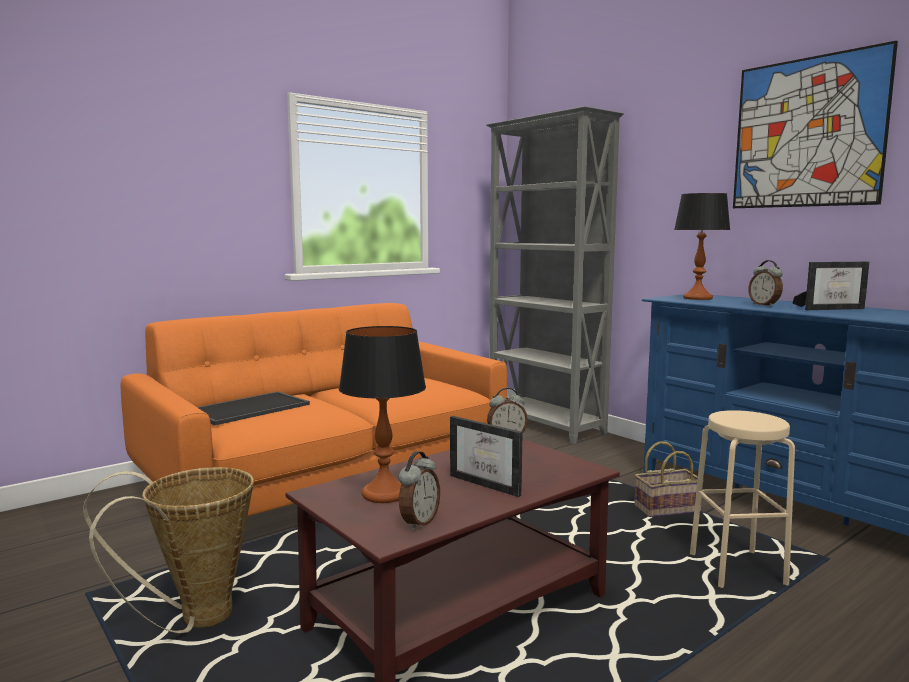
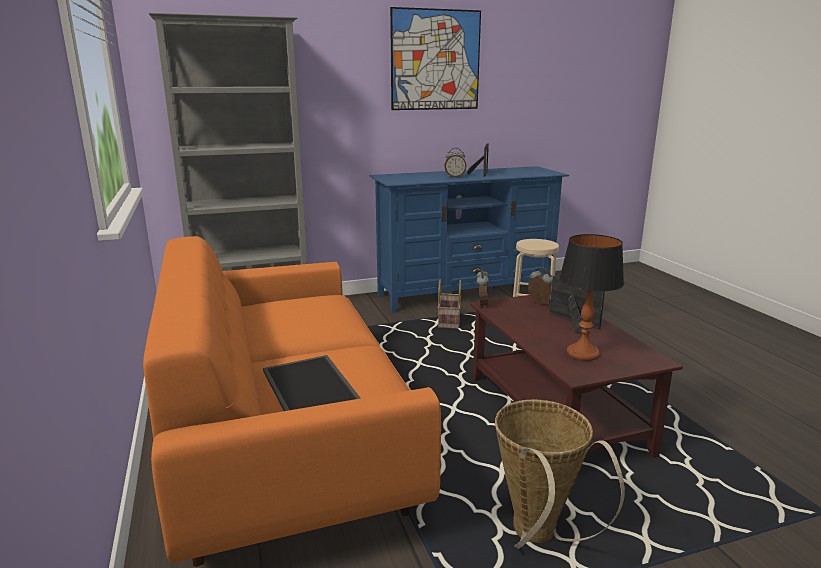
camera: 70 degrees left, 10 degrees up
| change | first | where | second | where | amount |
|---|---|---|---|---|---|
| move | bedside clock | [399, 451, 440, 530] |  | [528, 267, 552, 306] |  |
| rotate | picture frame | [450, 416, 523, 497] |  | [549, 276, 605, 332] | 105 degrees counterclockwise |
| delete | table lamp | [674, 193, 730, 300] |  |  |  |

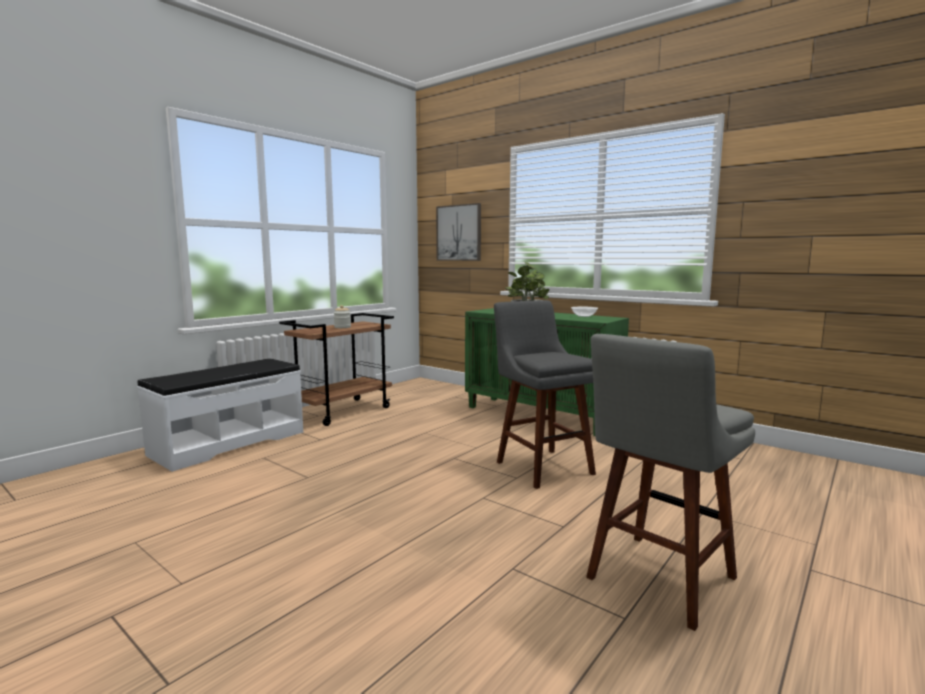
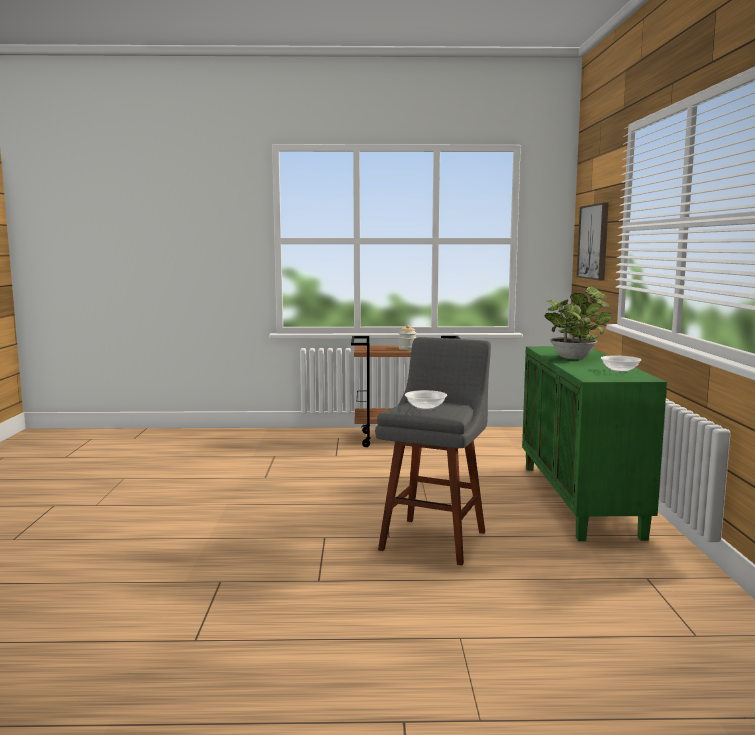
camera: 50 degrees right, 0 degrees up
| change | first | where | second | where | amount |
|---|---|---|---|---|---|
| delete | white-coloured long seat | [137, 359, 303, 472] |  |  |  |
| delete | gray sitting stool | [586, 334, 755, 631] |  |  |  |
| insert |  |  | serving bowl | [405, 390, 447, 410] |  |

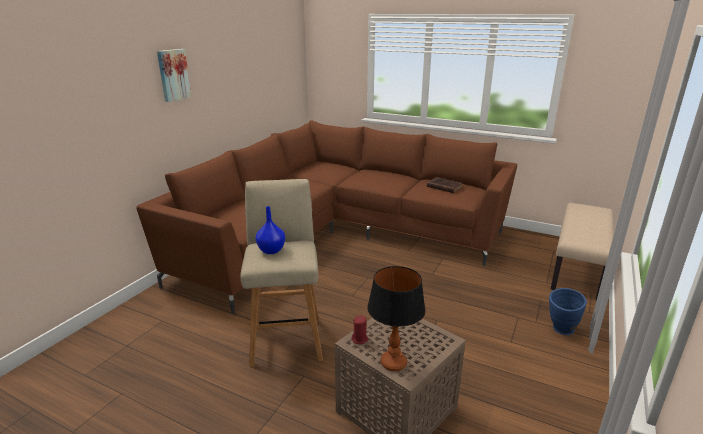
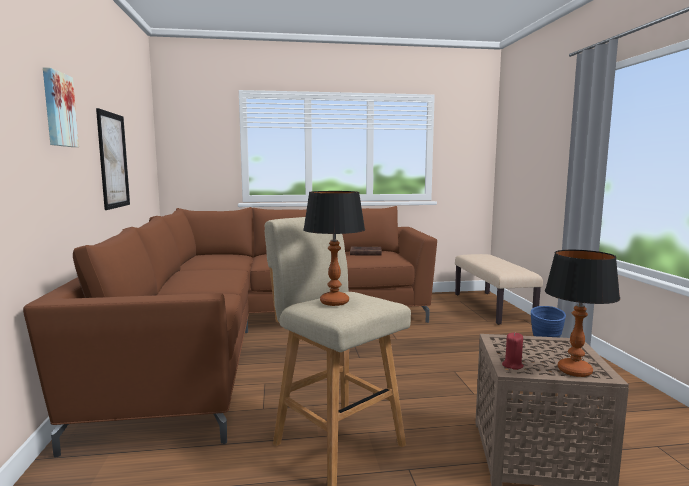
camera: 35 degrees left, 15 degrees down
| change | first | where | second | where | amount |
|---|---|---|---|---|---|
| replace | blue-coloured decorative vase | [256, 206, 285, 254] | table lamp | [303, 191, 365, 306] |  |
| insert |  |  | picture | [96, 108, 130, 210] |  |

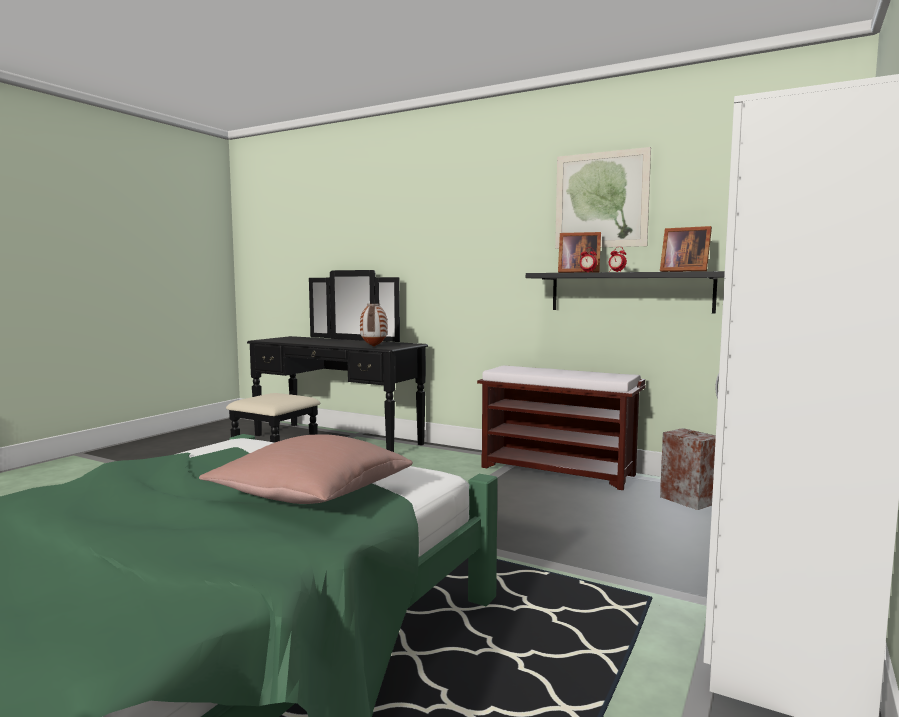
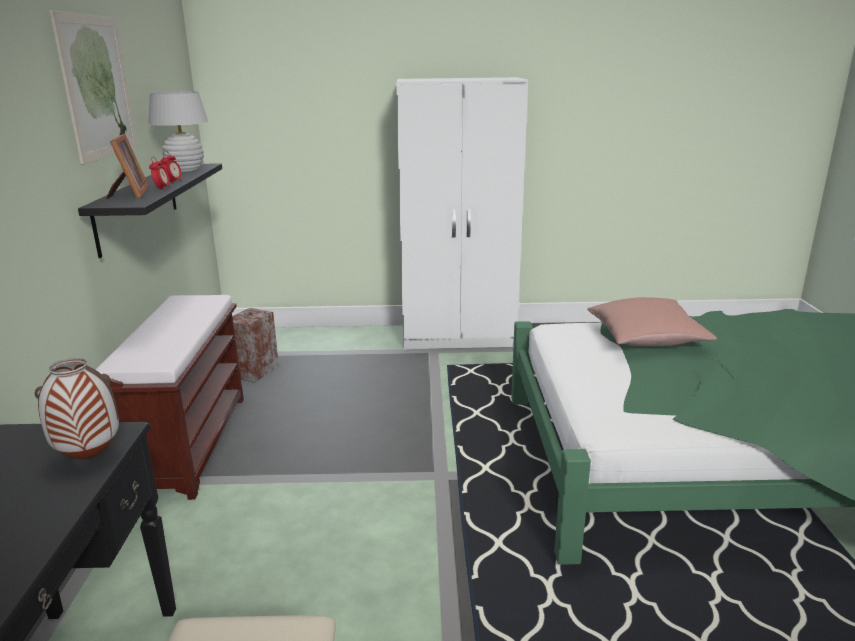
camera: 120 degrees left, 15 degrees up
| change | first | where | second | where | amount |
|---|---|---|---|---|---|
| replace | picture frame | [660, 226, 712, 272] | white-coloured table lamp | [148, 91, 209, 172] |  |

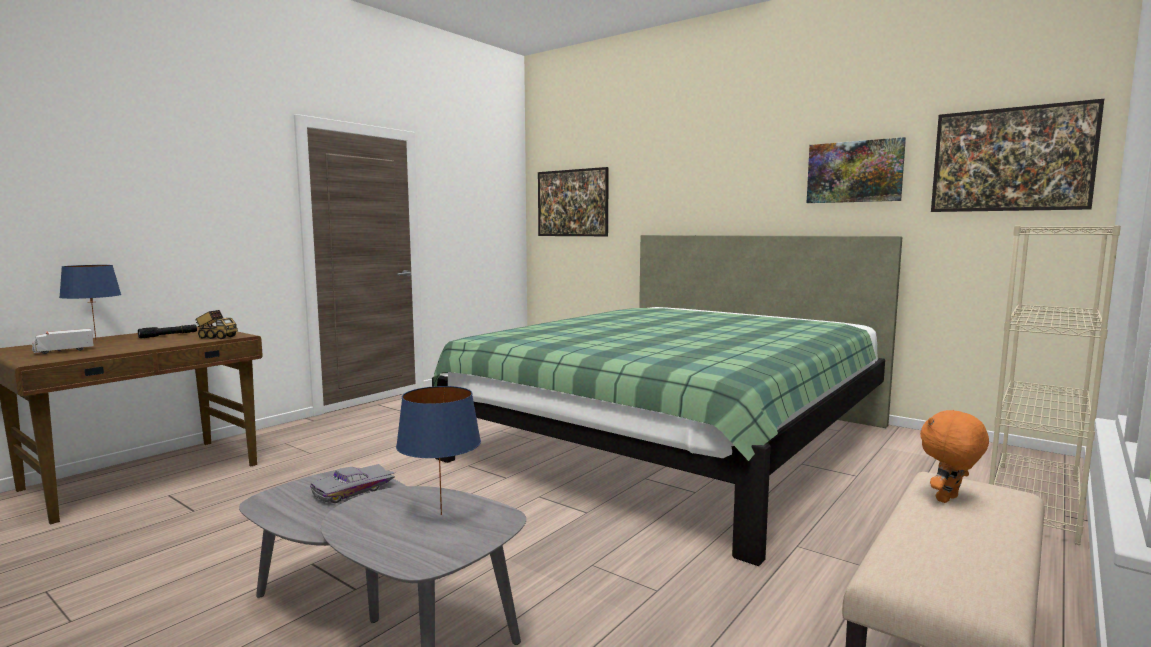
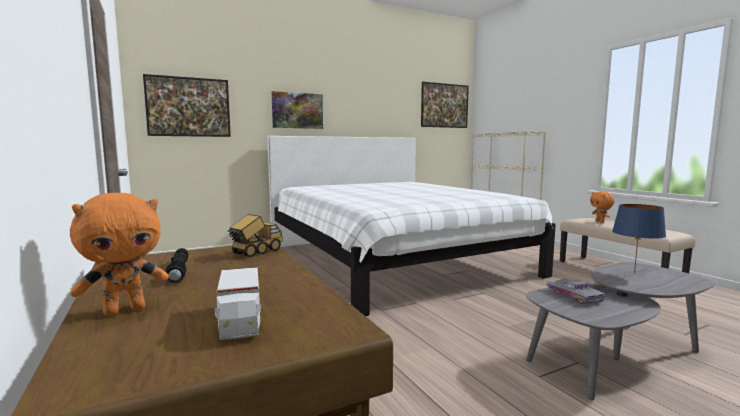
camera: 65 degrees left, 0 degrees up
| change | first | where | second | where | amount |
|---|---|---|---|---|---|
| replace | blue-coloured table lamp | [59, 265, 121, 340] | orange-coloured plush toy | [70, 193, 169, 316] |  |
| recolor | green bed | [432, 235, 902, 566] | white-coloured bed | [267, 136, 556, 316] |  |
| move | picture | [807, 137, 906, 203] |  | [272, 91, 323, 129] |  |

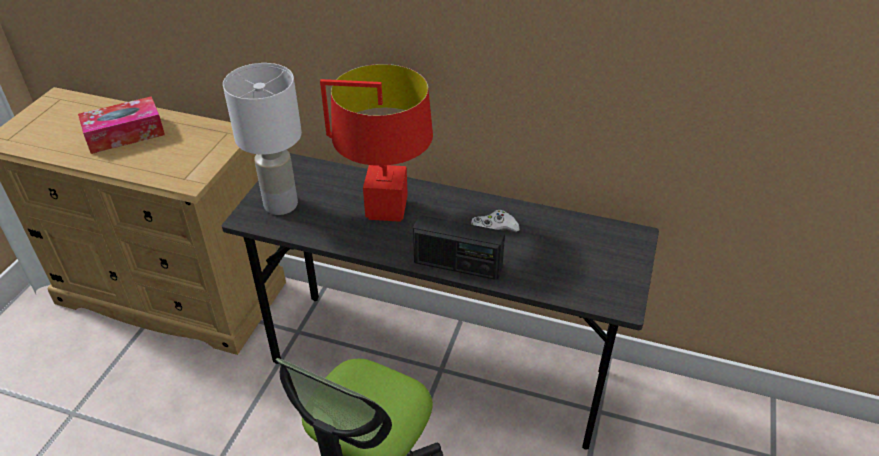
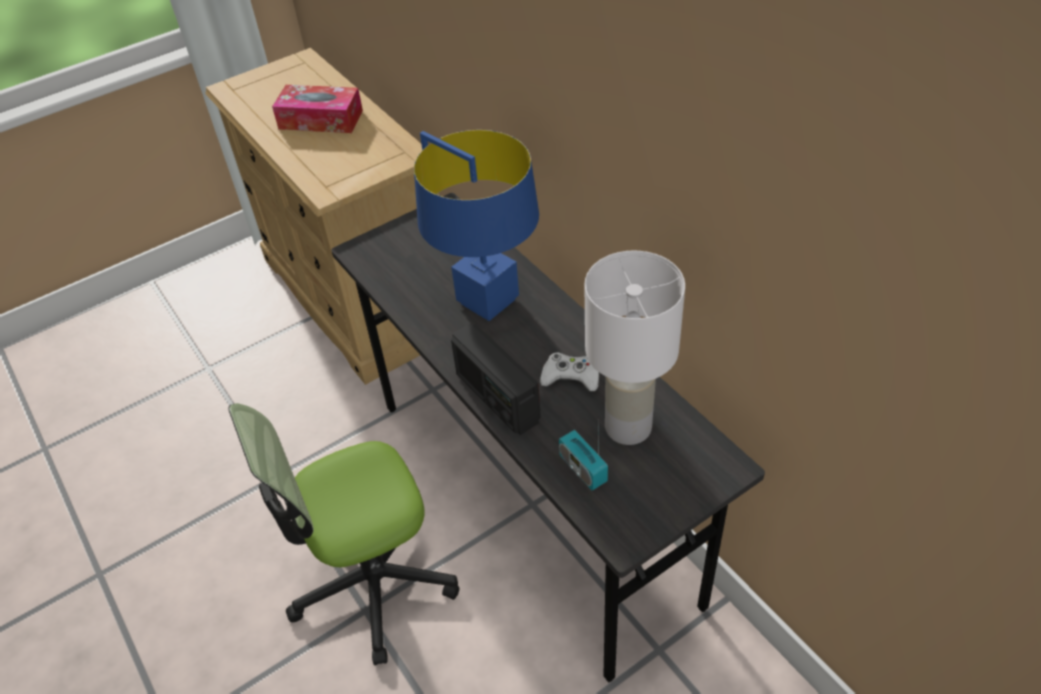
camera: 40 degrees right, 5 degrees up
| change | first | where | second | where | amount |
|---|---|---|---|---|---|
| move | white-coloured table lamp | [223, 63, 302, 215] |  | [585, 250, 685, 445] |  |
| recolor | red table lamp | [320, 64, 433, 222] | blue-coloured table lamp | [414, 130, 539, 321] |  |
| insert |  |  | radio | [559, 428, 608, 491] |  |

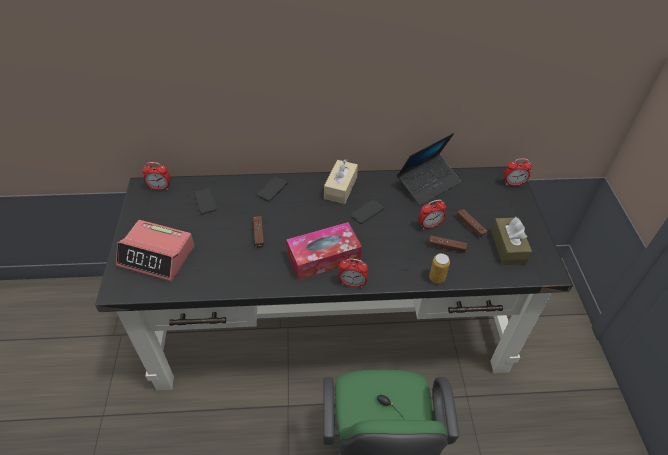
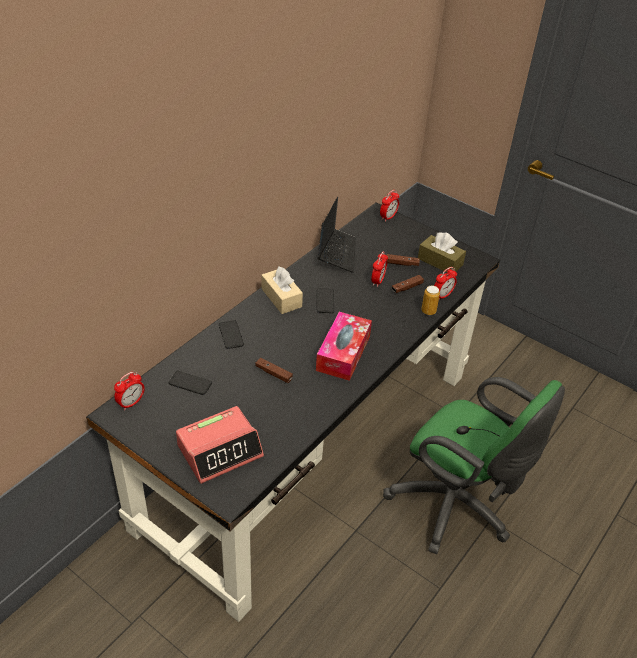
camera: 50 degrees left, 5 degrees down
| change | first | where | second | where | amount |
|---|---|---|---|---|---|
| move | bedside clock | [338, 258, 368, 287] |  | [434, 267, 457, 299] |  |

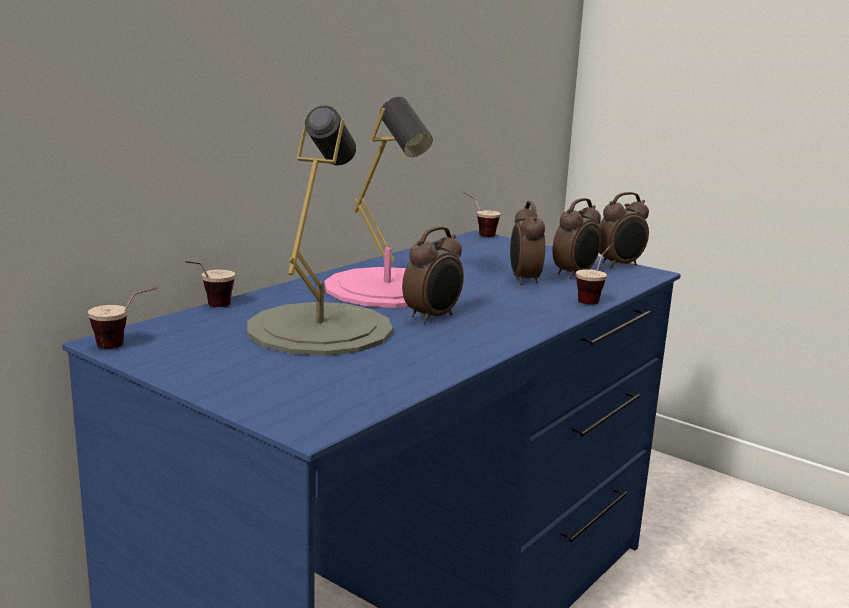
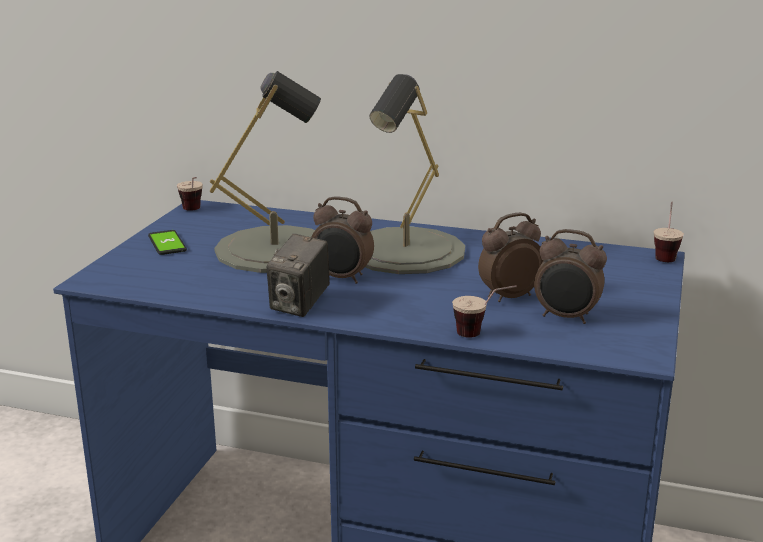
camera: 70 degrees right, 5 degrees up
| change | first | where | second | where | amount |
|---|---|---|---|---|---|
| delete | small cup | [185, 261, 235, 307] |  |  |  |
| recolor | pinkish table lamp | [324, 97, 433, 308] | gray table lamp | [365, 74, 465, 274] |  |
| delete | bedside clock | [599, 192, 649, 268] |  |  |  |
| insert |  |  | handset | [148, 230, 187, 255] |  |
| insert |  |  | still camera | [267, 233, 330, 317] |  |

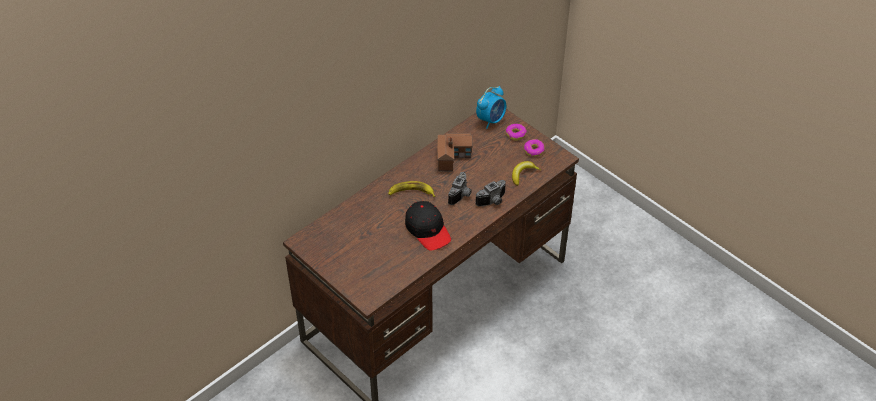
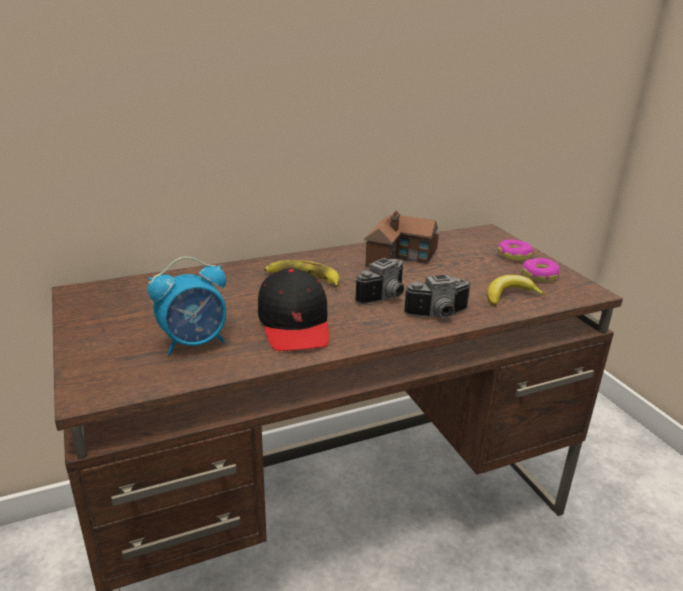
camera: 20 degrees right, 20 degrees down
| change | first | where | second | where | amount |
|---|---|---|---|---|---|
| move | bedside clock | [476, 86, 506, 129] |  | [148, 257, 226, 355] |  |

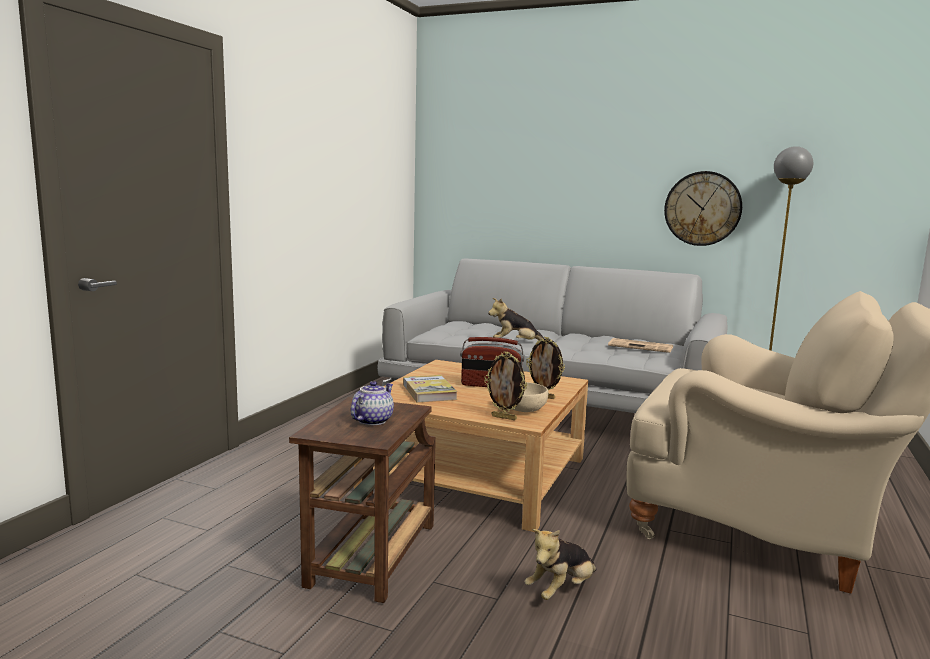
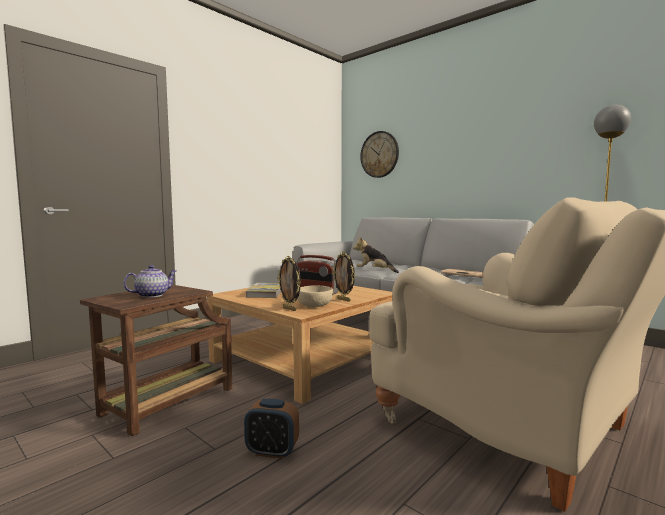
camera: 20 degrees right, 5 degrees down
| change | first | where | second | where | amount |
|---|---|---|---|---|---|
| replace | plush toy | [525, 529, 597, 600] | bedside clock | [244, 399, 299, 459] |  |
| move | hanging clock | [664, 171, 742, 246] |  | [360, 131, 399, 178] |  |

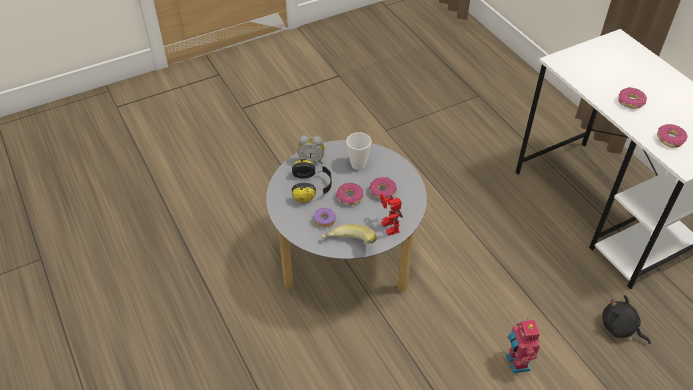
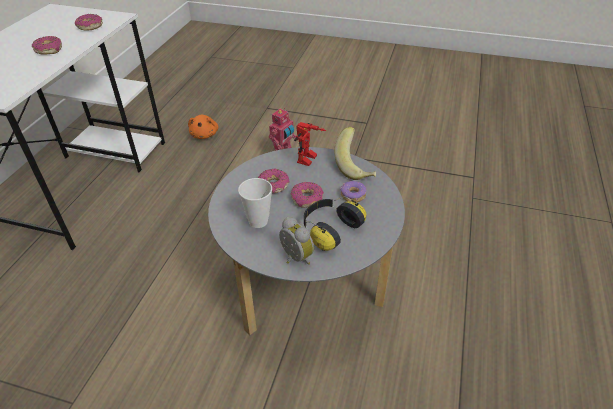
camera: 135 degrees left, 5 degrees down
| change | first | where | second | where | amount |
|---|---|---|---|---|---|
| recolor | blackish plush toy | [602, 295, 651, 344] | orange-coloured plush toy | [188, 115, 218, 139] |  |

